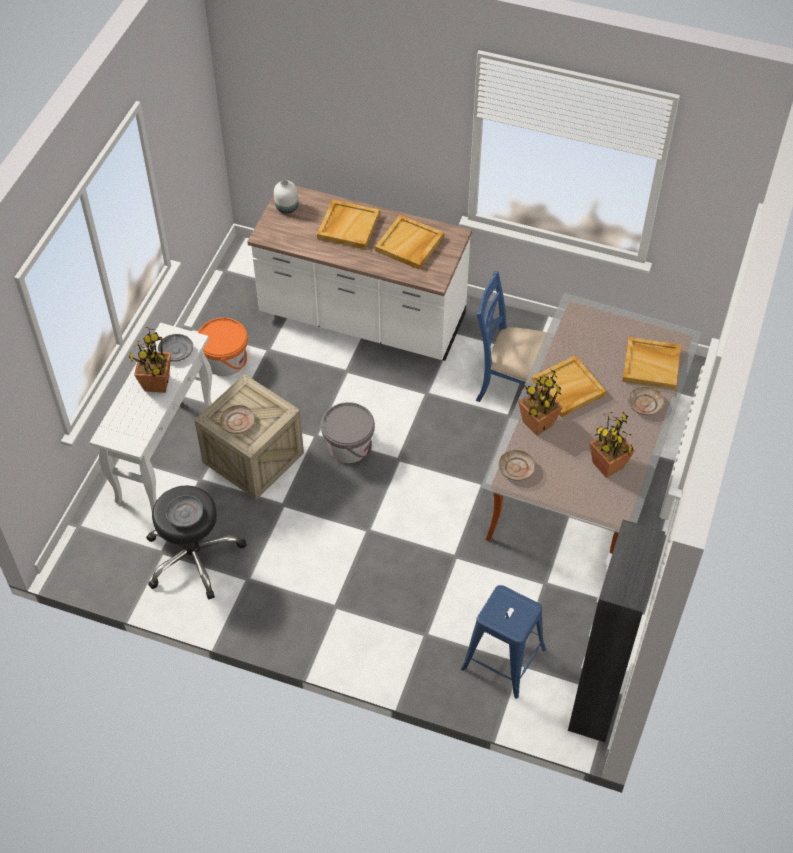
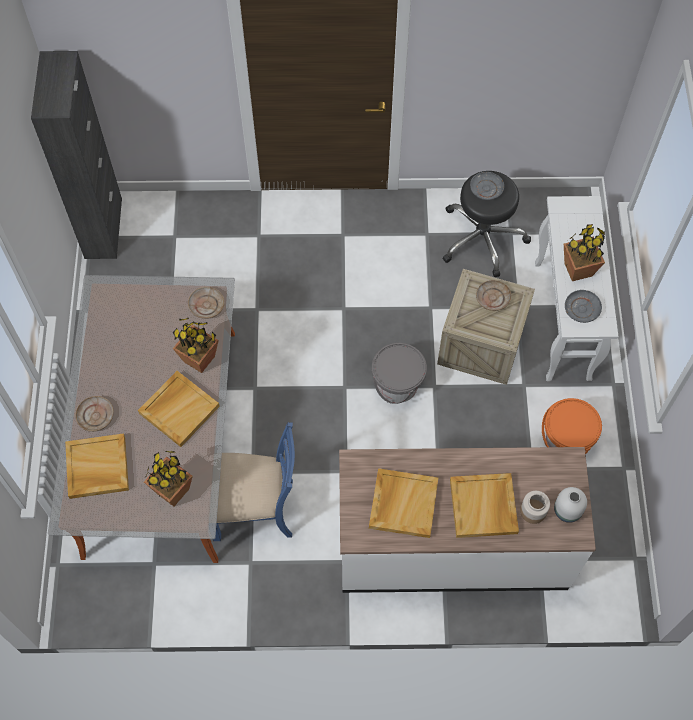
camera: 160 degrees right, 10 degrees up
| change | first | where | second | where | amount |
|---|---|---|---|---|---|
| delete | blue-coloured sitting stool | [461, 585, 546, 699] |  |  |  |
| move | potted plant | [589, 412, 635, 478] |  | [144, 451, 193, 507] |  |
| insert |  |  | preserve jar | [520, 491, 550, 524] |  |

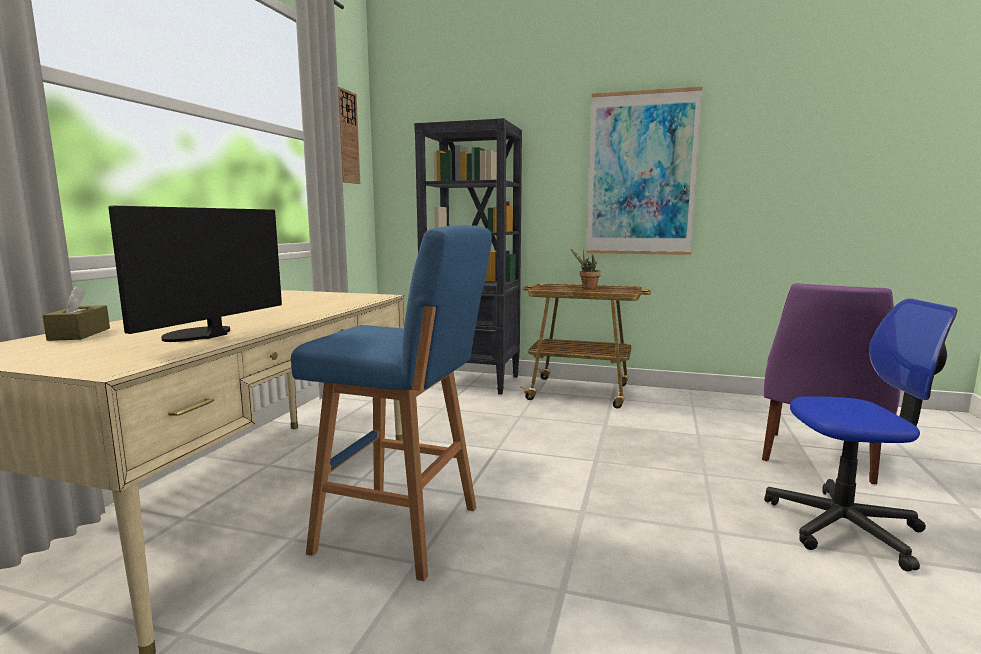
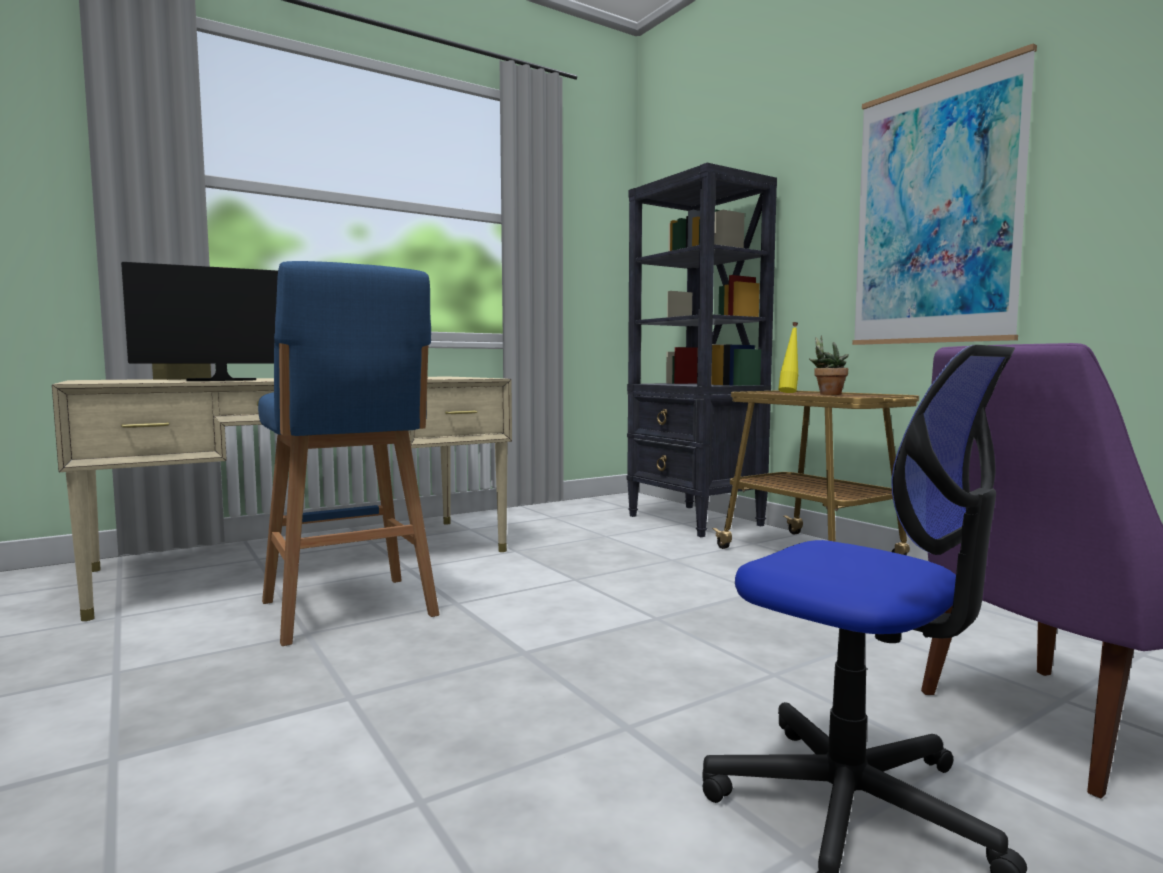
camera: 40 degrees right, 5 degrees down
| change | first | where | second | where | amount |
|---|---|---|---|---|---|
| delete | hanging clock | [338, 87, 360, 184] |  |  |  |
| insert |  |  | yellow-coloured bottle | [778, 322, 798, 393] |  |

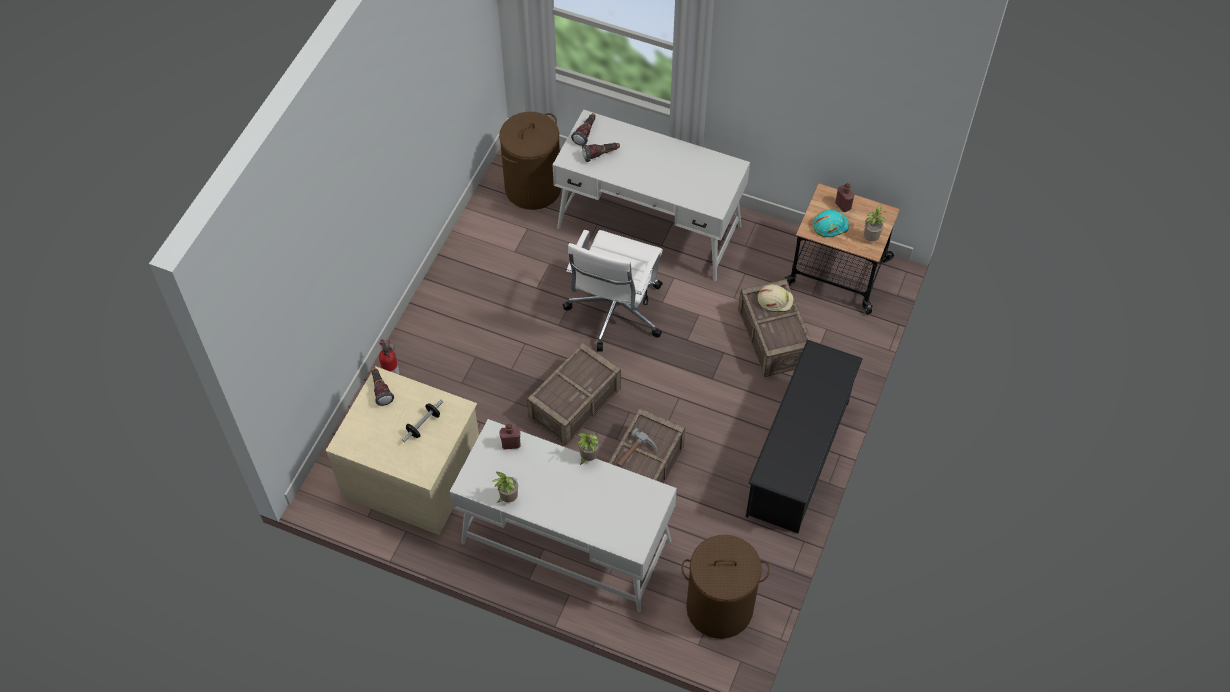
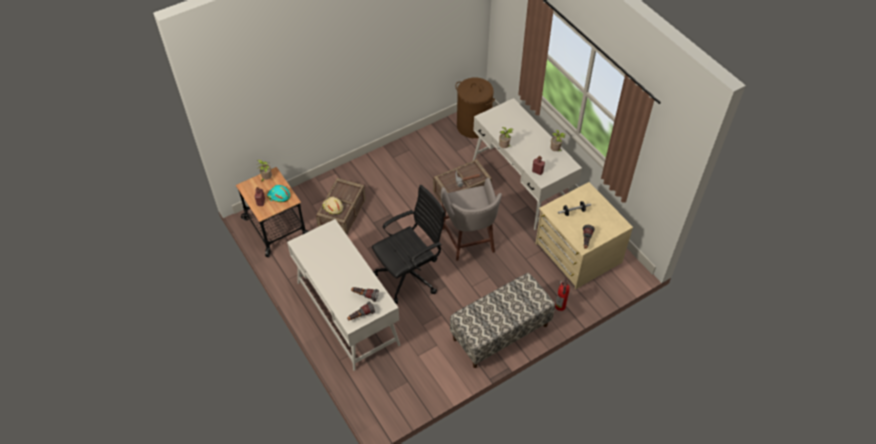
camera: 145 degrees left, 5 degrees down
| change | first | where | second | where | amount |
|---|---|---|---|---|---|
| delete | brown hamper | [499, 112, 561, 210] |  |  |  |
| replace | crate | [527, 343, 621, 446] | gray sitting stool | [441, 178, 502, 261] |  |
| recolor | white-coloured computer chair | [563, 230, 663, 351] | blackish computer chair | [372, 185, 446, 304] |  |
| delete | blackish shoe stand | [746, 340, 863, 533] |  |  |  |
| insert |  |  | long seat | [450, 273, 555, 368] |  |

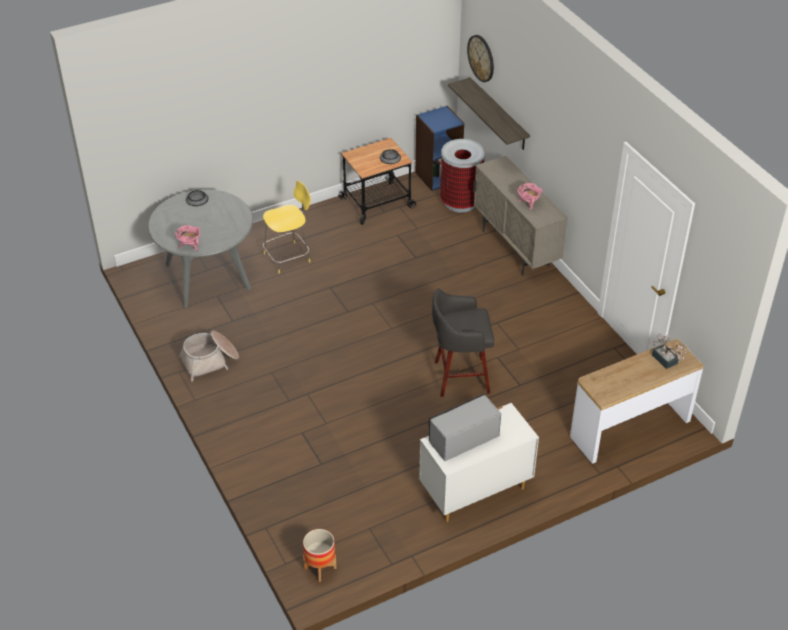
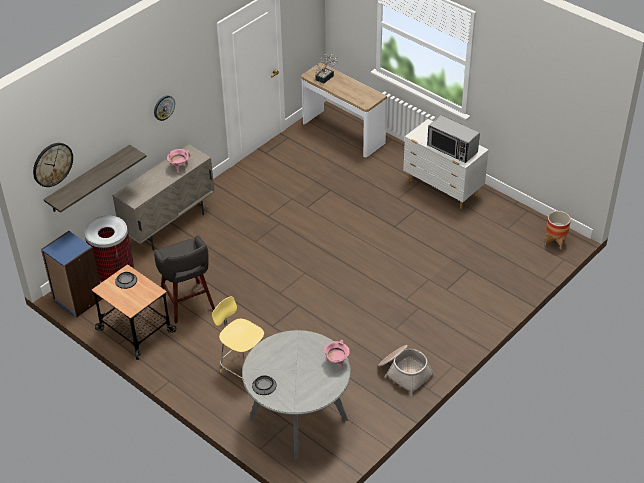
camera: 110 degrees left, 0 degrees up
| change | first | where | second | where | amount |
|---|---|---|---|---|---|
| move | gray sitting stool | [432, 288, 494, 397] |  | [154, 235, 215, 324] |  |
| insert |  |  | hanging clock | [154, 95, 175, 121] |  |

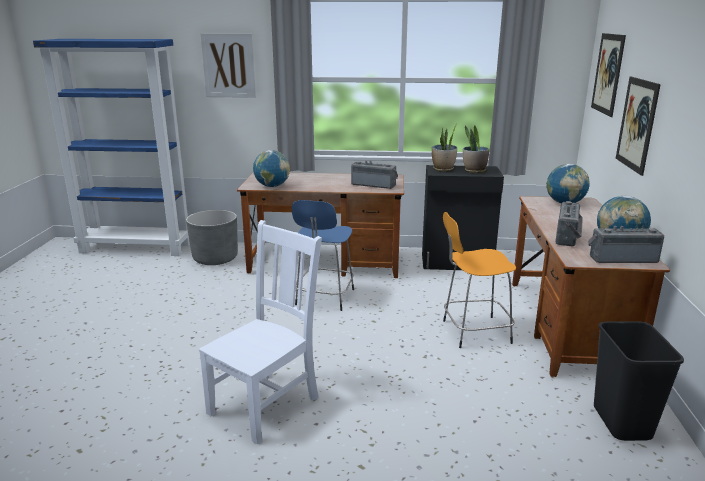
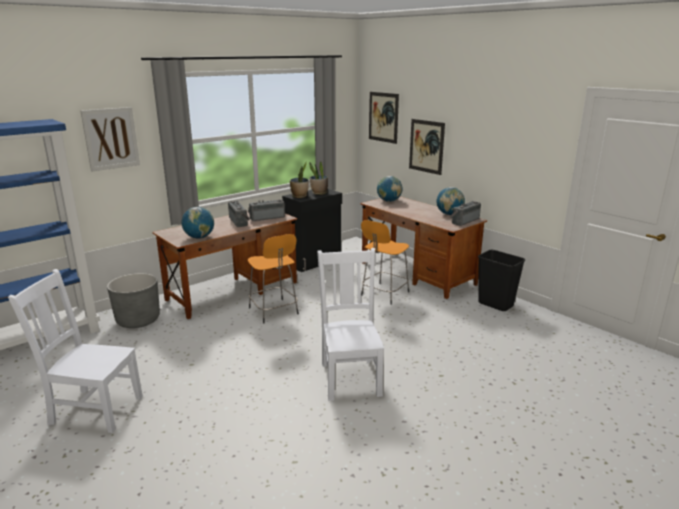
camera: 45 degrees left, 0 degrees up
| change | first | where | second | where | amount |
|---|---|---|---|---|---|
| recolor | blue-coloured sitting stool | [291, 200, 354, 311] | orange-coloured sitting stool | [248, 234, 299, 323] |  |
| move | radio | [555, 201, 583, 246] |  | [228, 201, 250, 227] |  |
| insert |  |  | white-coloured upright chair | [8, 269, 143, 433] |  |

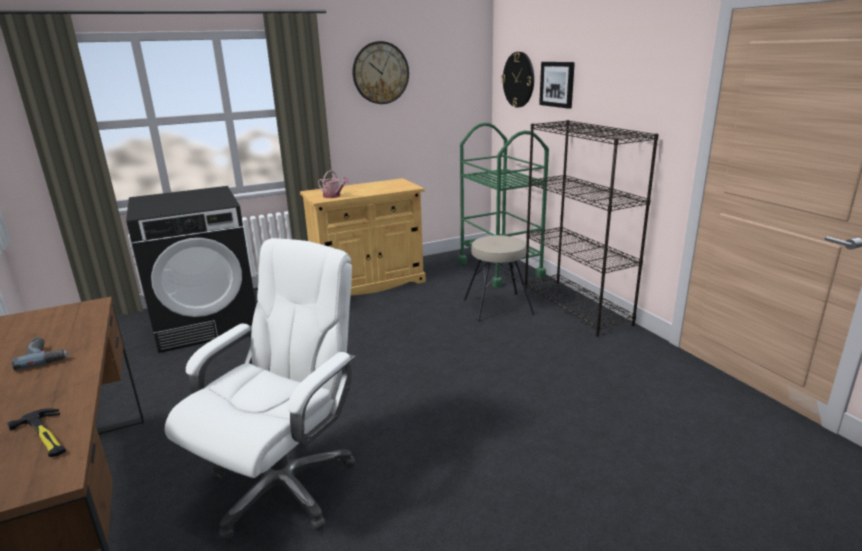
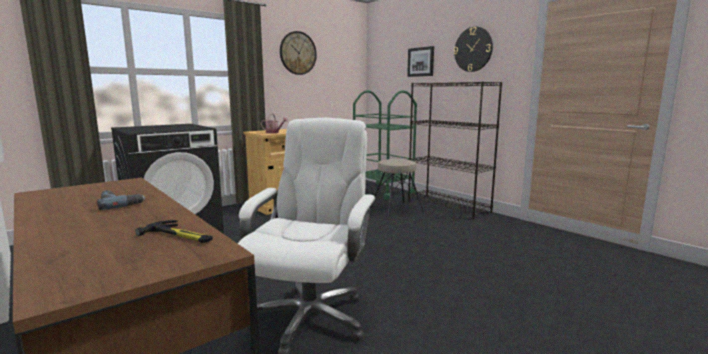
camera: 15 degrees left, 10 degrees down
| change | first | where | second | where | amount |
|---|---|---|---|---|---|
| move | hanging clock | [501, 52, 534, 108] |  | [454, 27, 493, 72] |  |

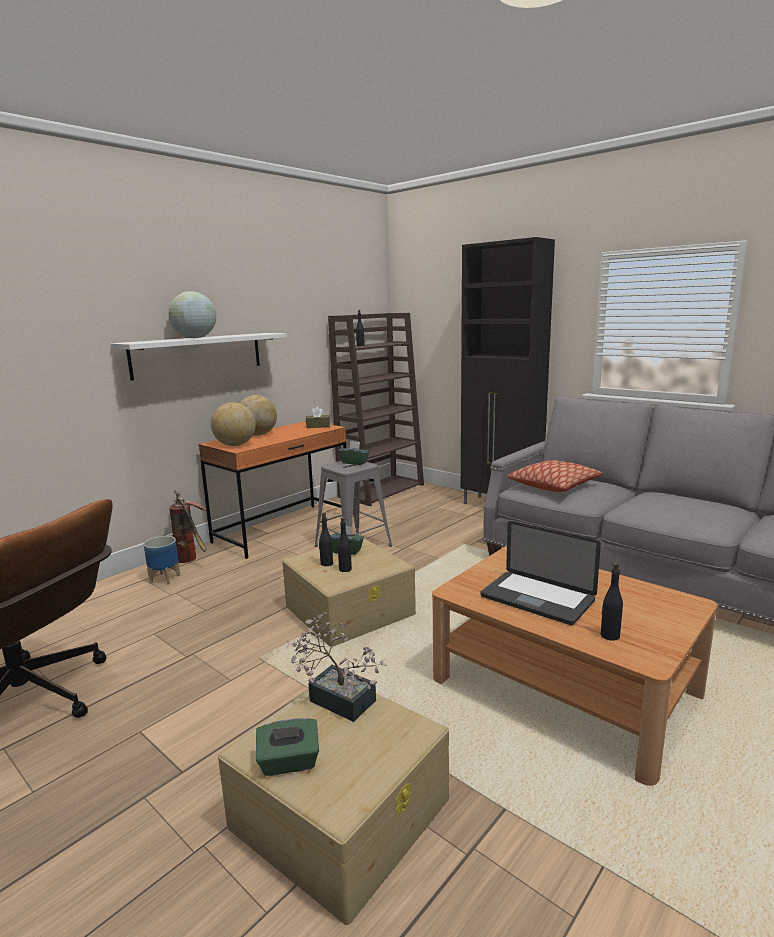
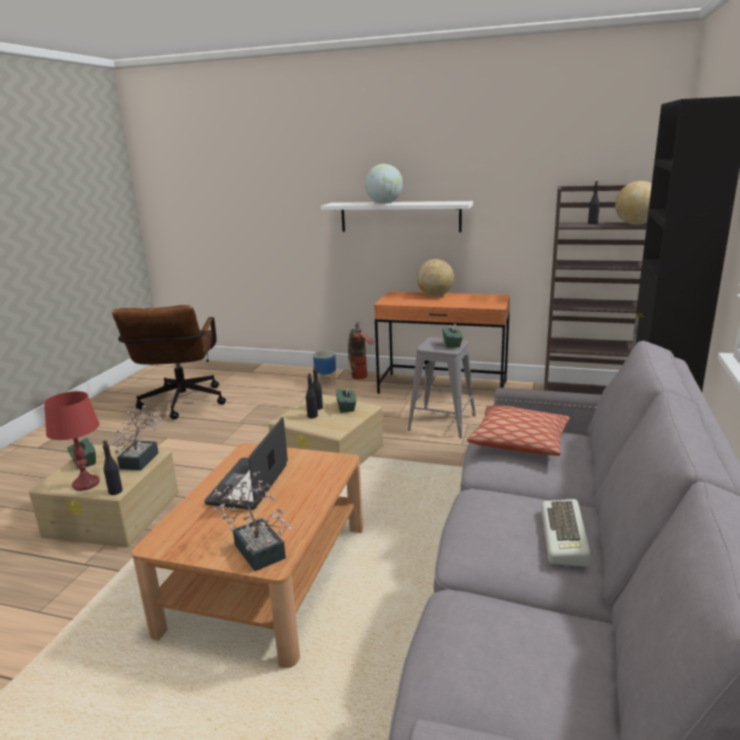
camera: 65 degrees right, 5 degrees up
| change | first | where | second | where | amount |
|---|---|---|---|---|---|
| move | world globe | [211, 402, 256, 446] |  | [615, 181, 652, 225] |  |
| delete | brown tissue box | [306, 407, 330, 428] |  |  |  |
| move | blackish bottle | [601, 563, 623, 641] |  | [103, 440, 123, 495] |  |
| insert |  |  | red table lamp | [44, 391, 100, 491] |  |
| insert |  |  | potted plant | [213, 471, 292, 571] |  |
| insert |  |  | keyboard | [541, 499, 590, 567] |  |

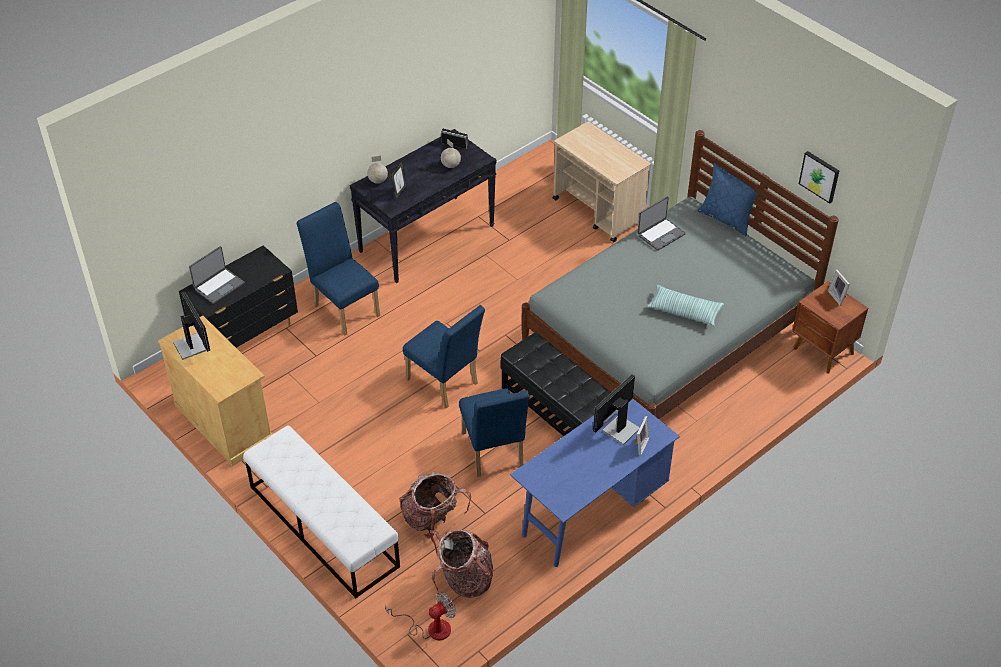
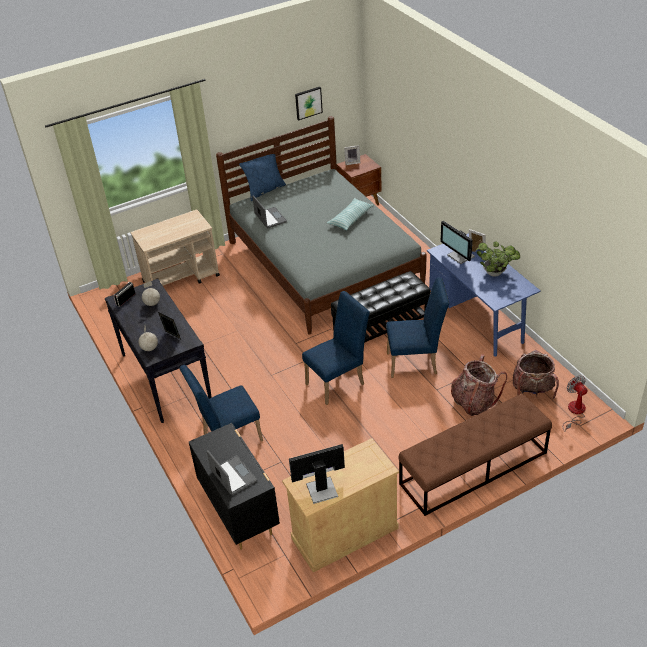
camera: 75 degrees left, 5 degrees down
| change | first | where | second | where | amount |
|---|---|---|---|---|---|
| recolor | white-coloured long seat | [243, 425, 400, 598] | brown long seat | [398, 394, 552, 516] |  |
| insert |  |  | potted plant | [476, 241, 520, 276] |  |

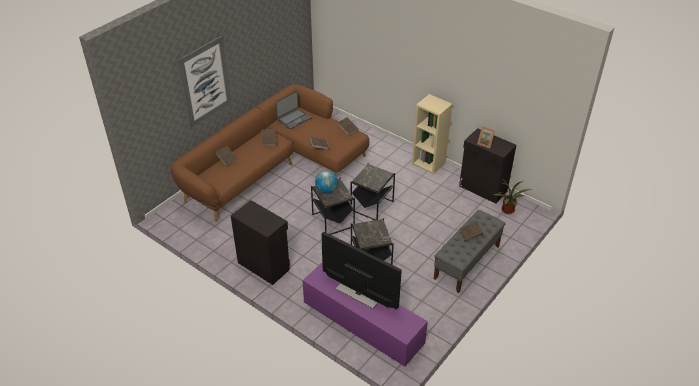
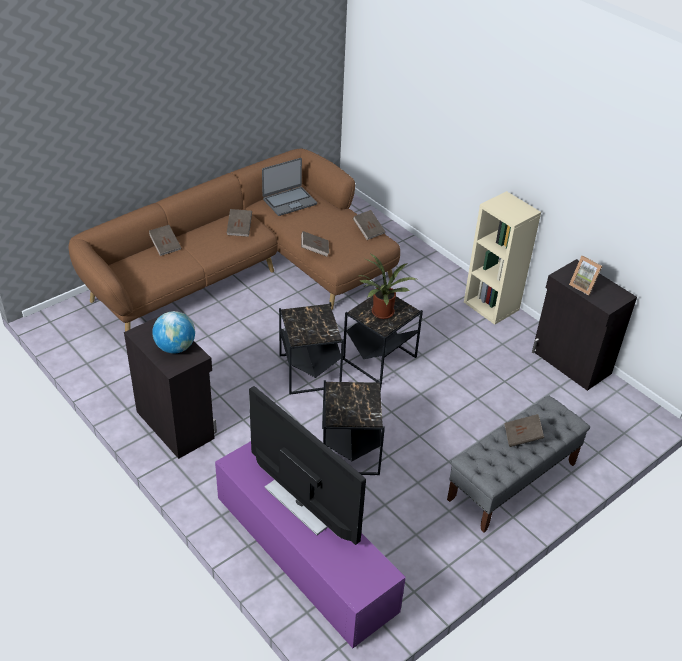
camera: 10 degrees right, 0 degrees up
| change | first | where | second | where | amount |
|---|---|---|---|---|---|
| delete | picture | [178, 35, 231, 128] |  |  |  |
| move | world globe | [315, 171, 338, 193] |  | [152, 311, 195, 353] |  |
| move | potted plant | [494, 179, 532, 214] |  | [359, 254, 416, 319] |  |

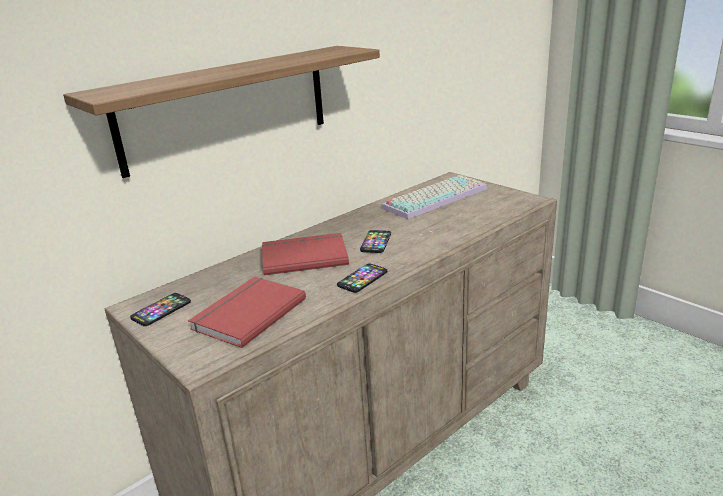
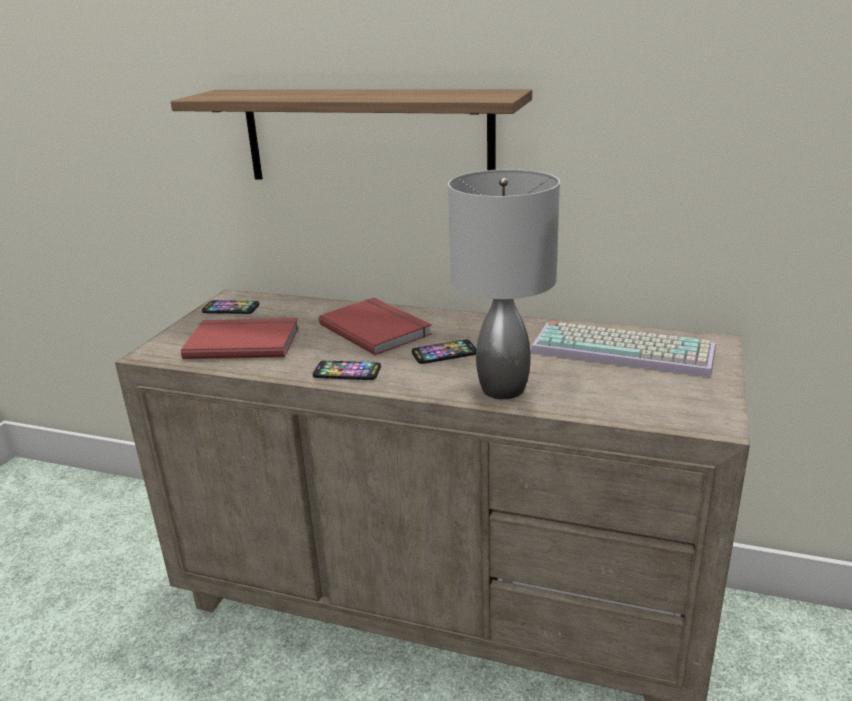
camera: 60 degrees right, 0 degrees up
| change | first | where | second | where | amount |
|---|---|---|---|---|---|
| insert |  |  | gray table lamp | [448, 169, 560, 399] |  |

